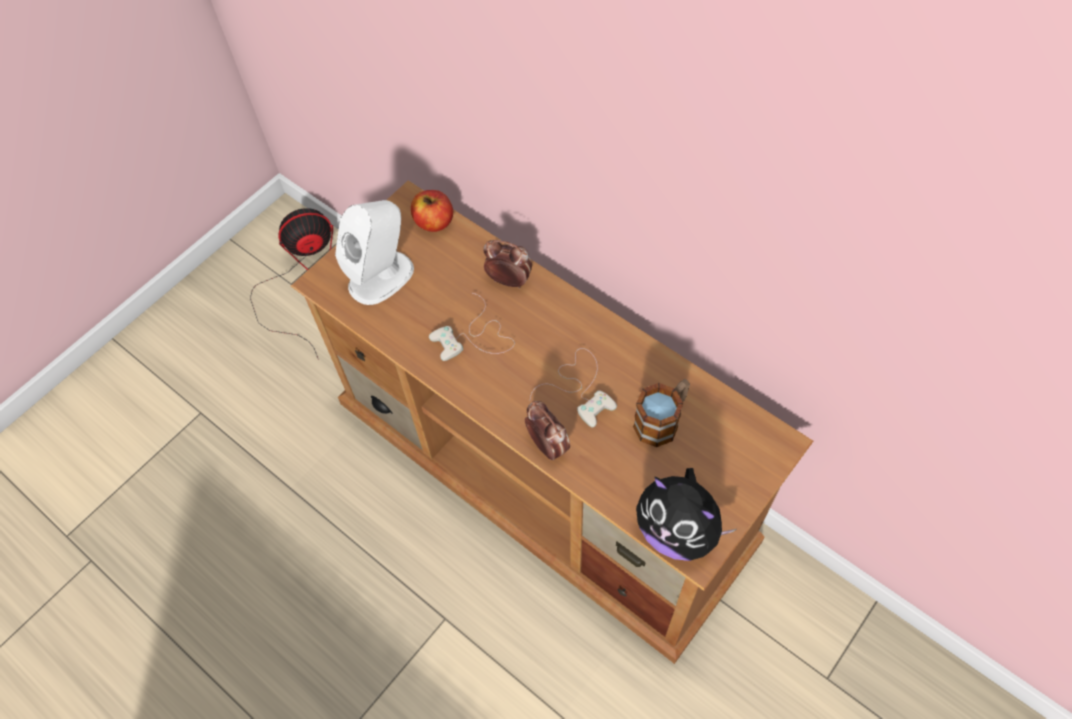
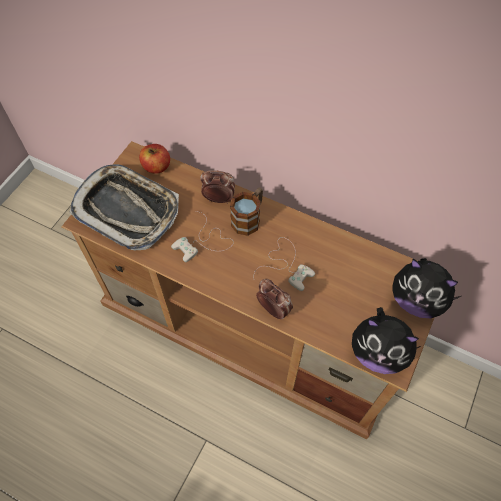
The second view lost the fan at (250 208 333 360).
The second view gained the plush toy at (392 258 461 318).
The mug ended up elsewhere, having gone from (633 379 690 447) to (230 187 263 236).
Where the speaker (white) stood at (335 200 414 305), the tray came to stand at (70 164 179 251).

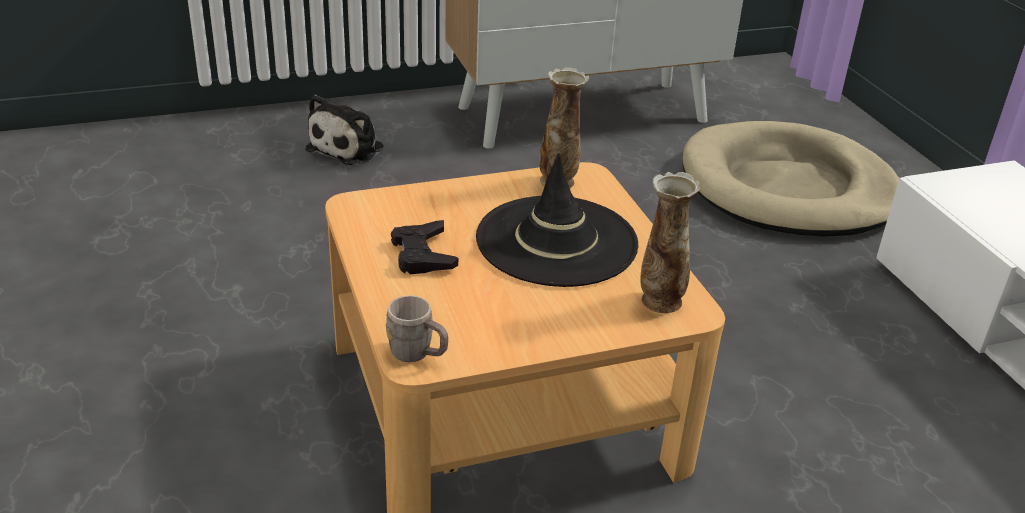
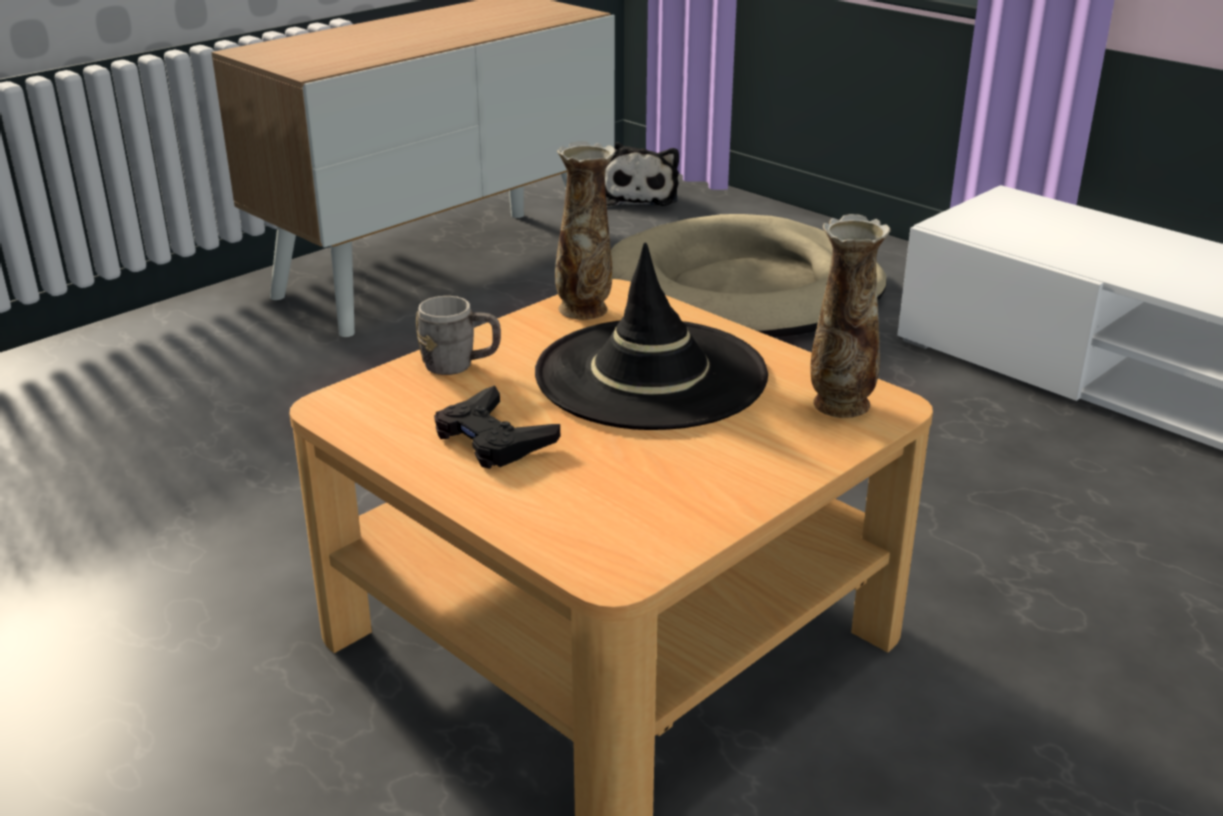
The plush toy ended up elsewhere, having gone from (306 95 384 165) to (605 142 679 206).
The mug (grey) ended up elsewhere, having gone from (386 295 448 362) to (416 296 501 375).

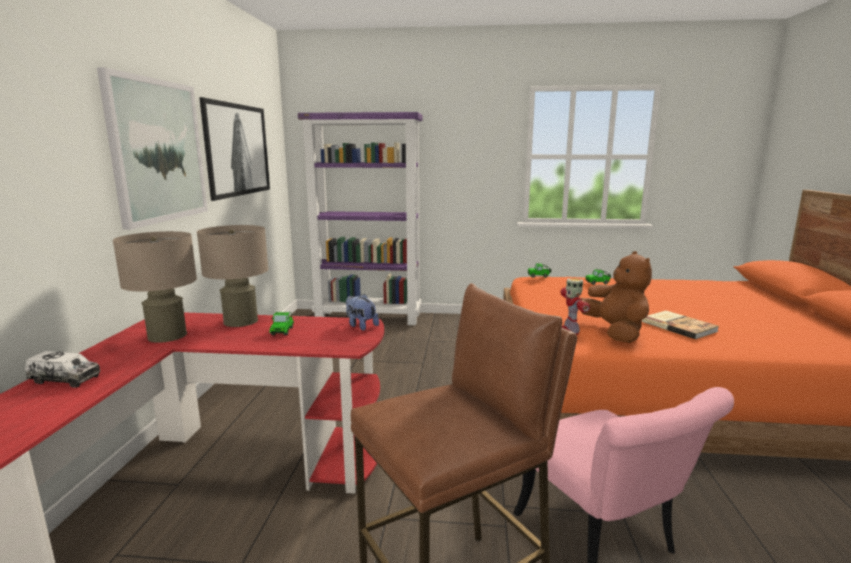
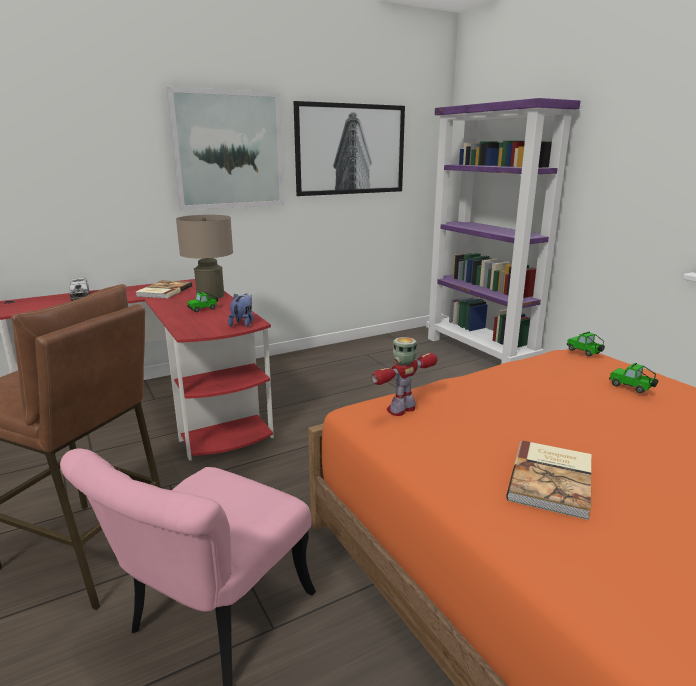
The second view lost the plush toy (brown) at (580 251 652 343).
Where the table lamp (beige) stood at (113 231 197 343), the book came to stand at (136 280 192 299).

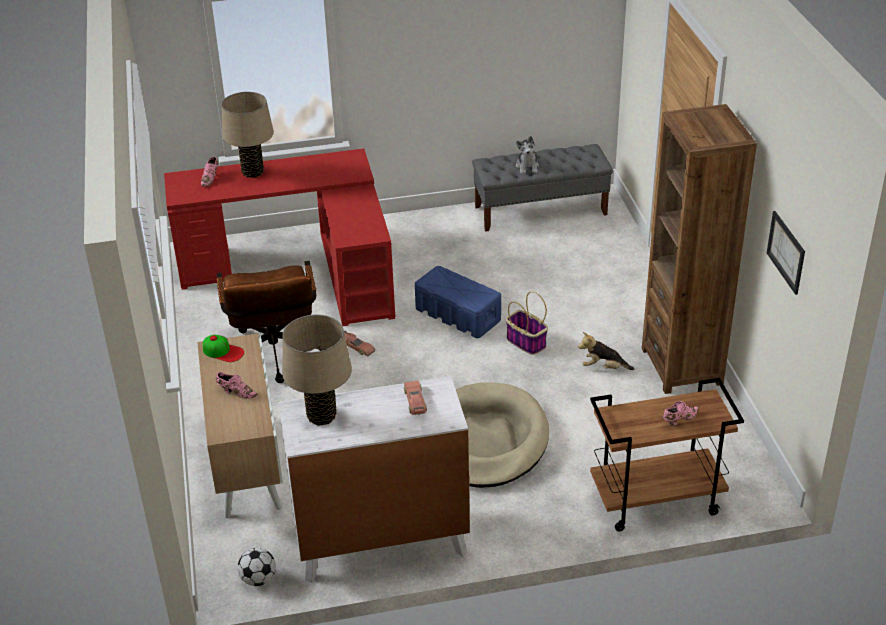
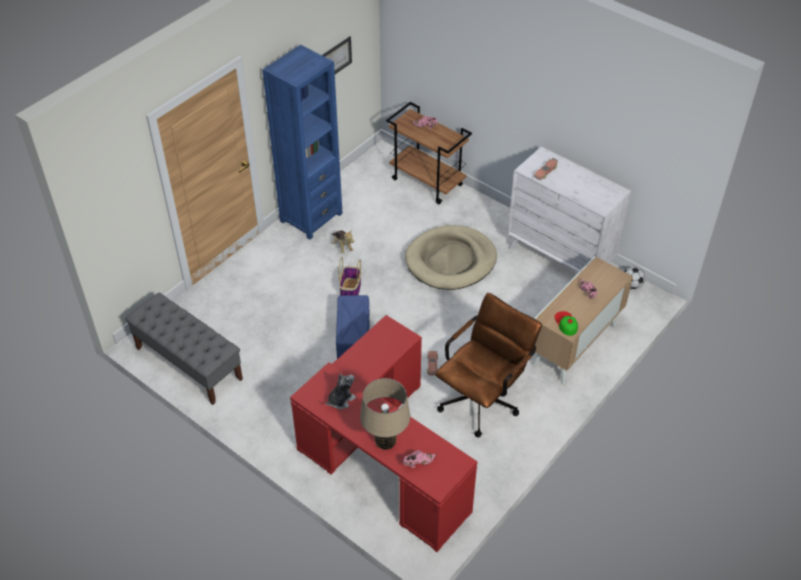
The second view lost the table lamp (beige) at (282 315 352 426).
The plush toy ended up elsewhere, having gone from (516 136 539 174) to (326 374 356 409).
What was the bookcase (brown) at (642 104 757 394) turned into the bookcase (blue) at (262 45 343 240).

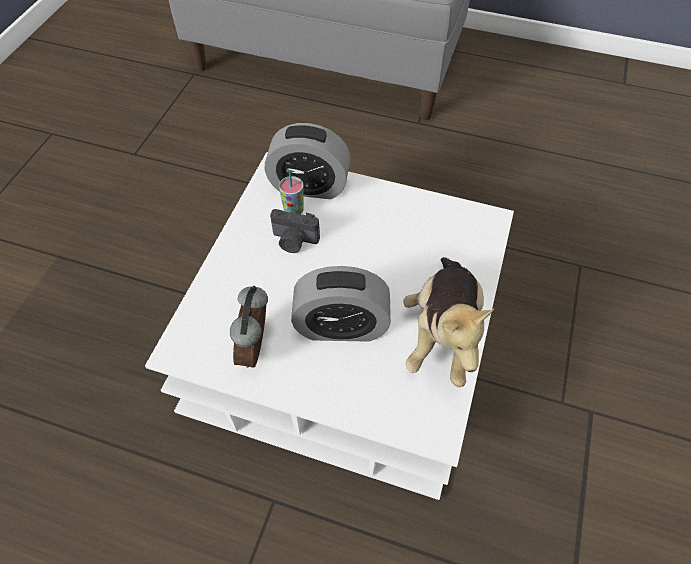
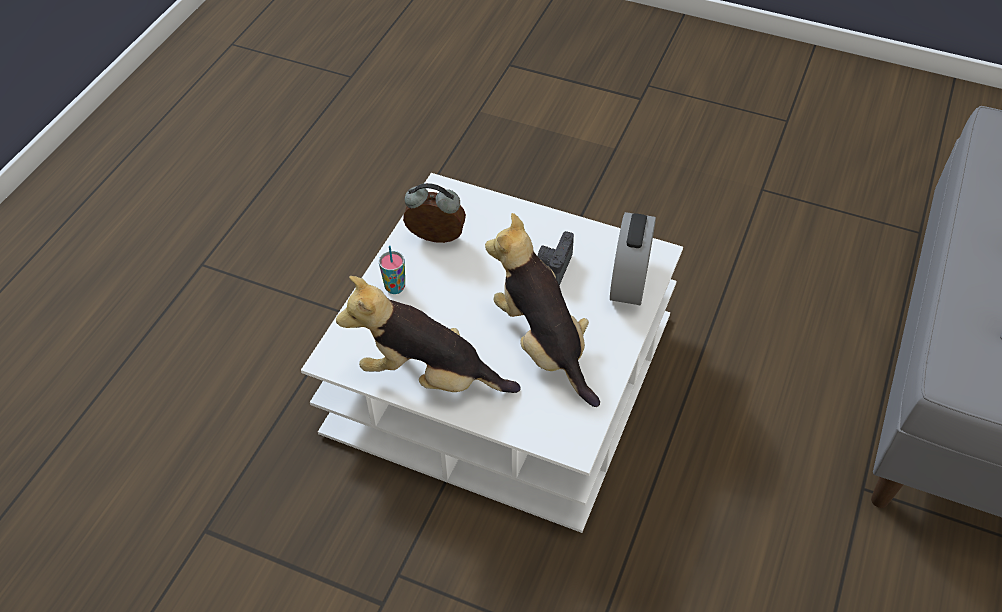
The second view lost the alarm clock at (291 266 391 342).
The second view gained the plush toy at (485 213 600 407).
The cup ended up elsewhere, having gone from (279 170 304 214) to (379 246 405 294).

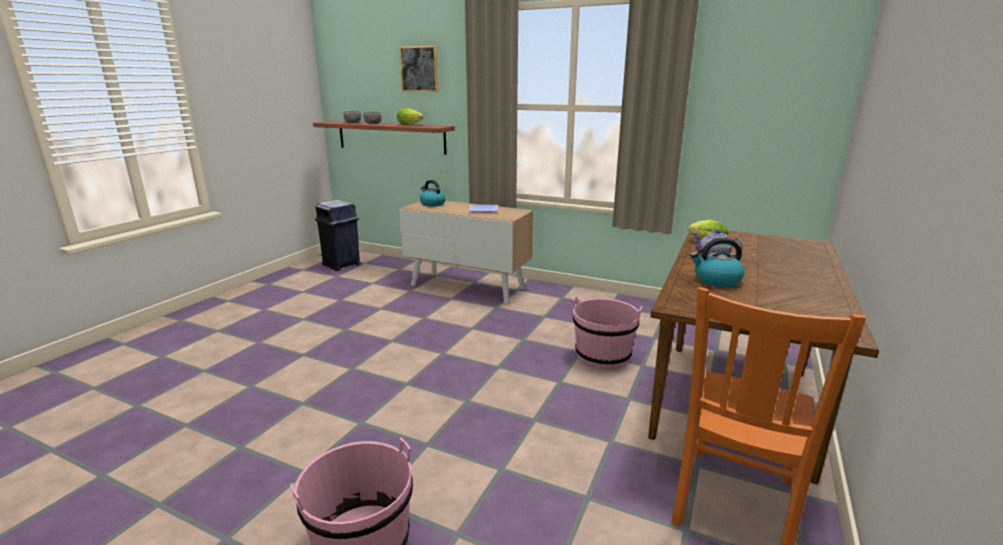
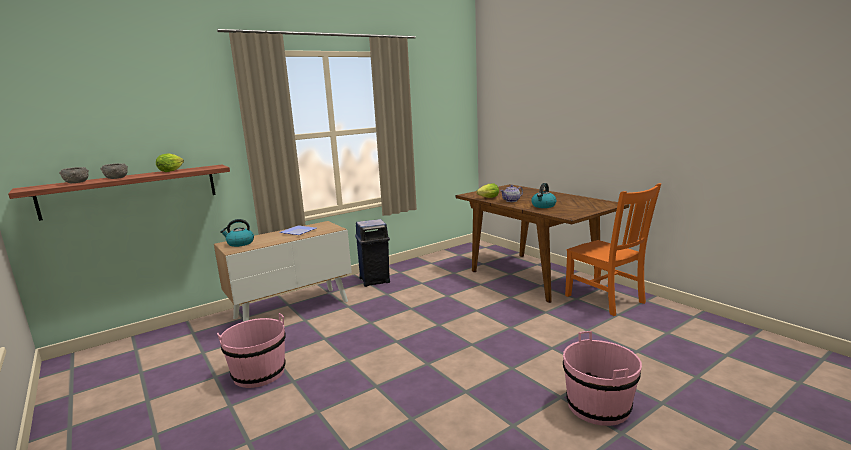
The second view lost the picture at (399 46 439 92).
The trash can (blue) ended up elsewhere, having gone from (315 200 361 271) to (355 219 390 287).
The bucket (pink) ended up elsewhere, having gone from (573 296 642 369) to (217 313 286 388).

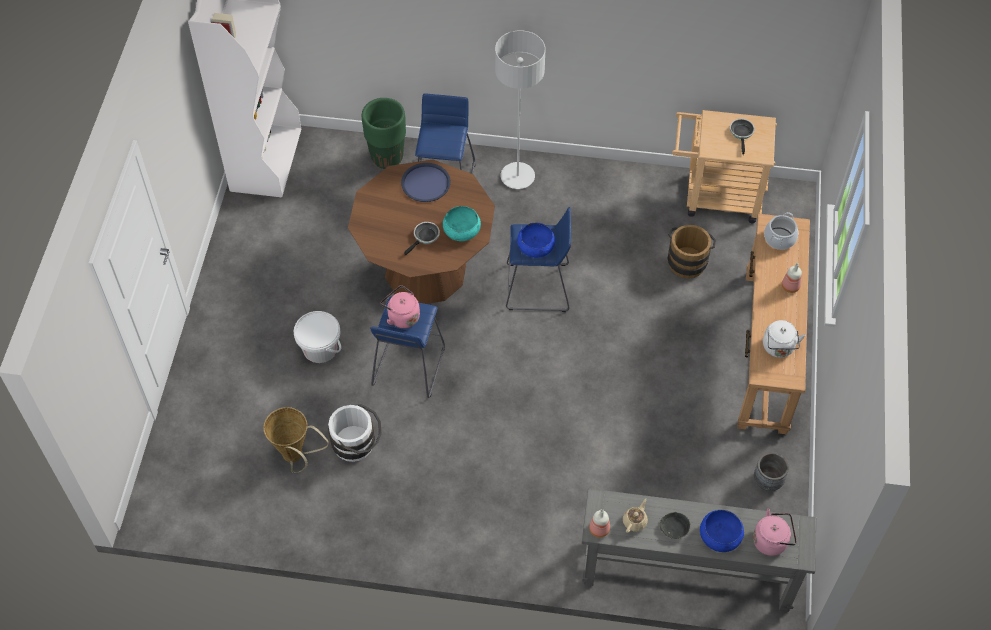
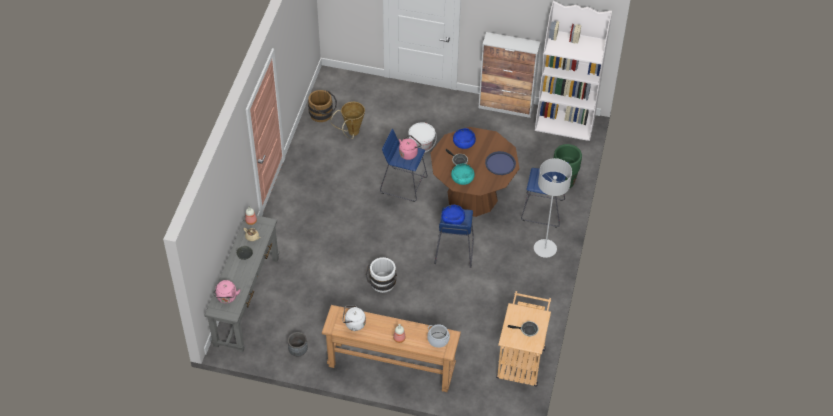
The second view gained the cabinet at (479 32 540 118).
The bucket (white) ended up elsewhere, having gone from (328 404 381 462) to (366 257 397 293).
The bucket (brown) ended up elsewhere, having gone from (667 225 716 279) to (308 90 337 122).
The bowl (blue) ended up elsewhere, having gone from (700 510 744 552) to (453 128 476 149).

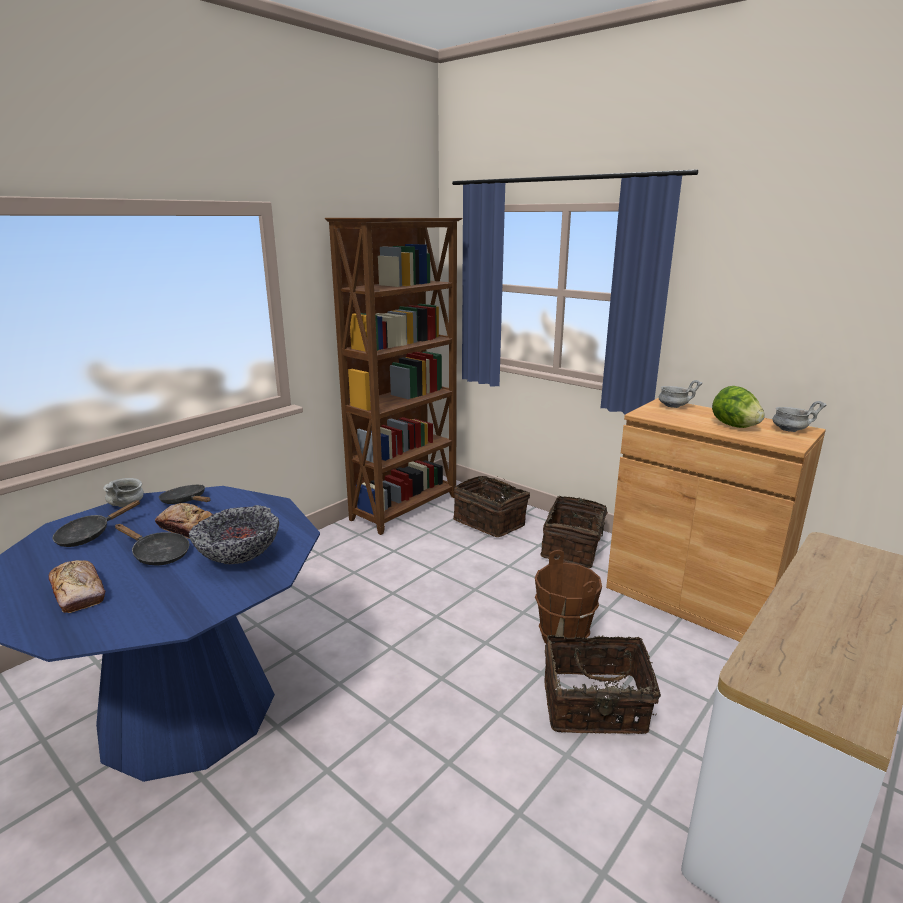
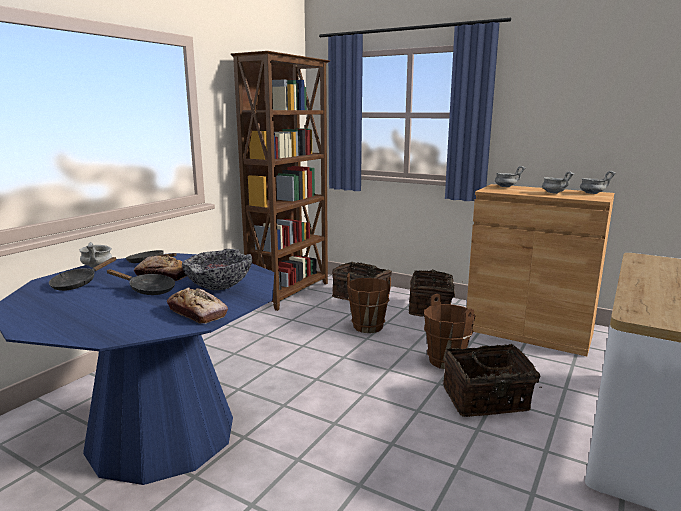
The second view gained the bucket (brown) at (347 273 391 333).
The bread ended up elsewhere, having gone from (49 560 105 613) to (167 287 228 323).
Where the lettuce stood at (712 386 765 428), the bowl (grey) came to stand at (542 171 575 194).

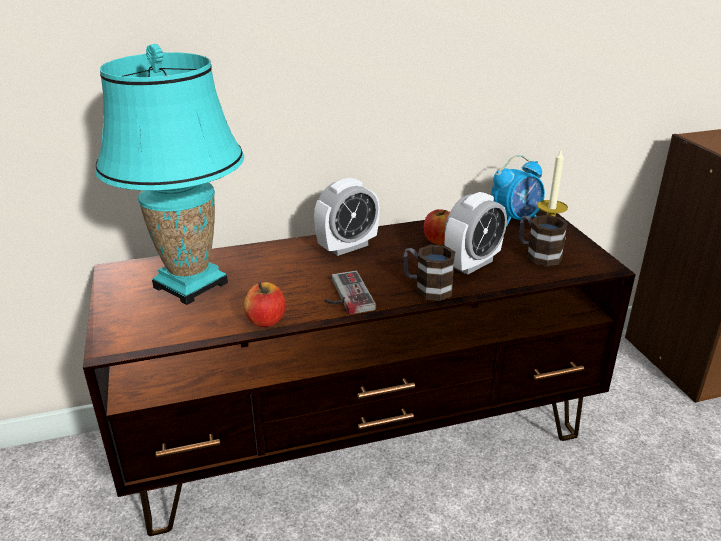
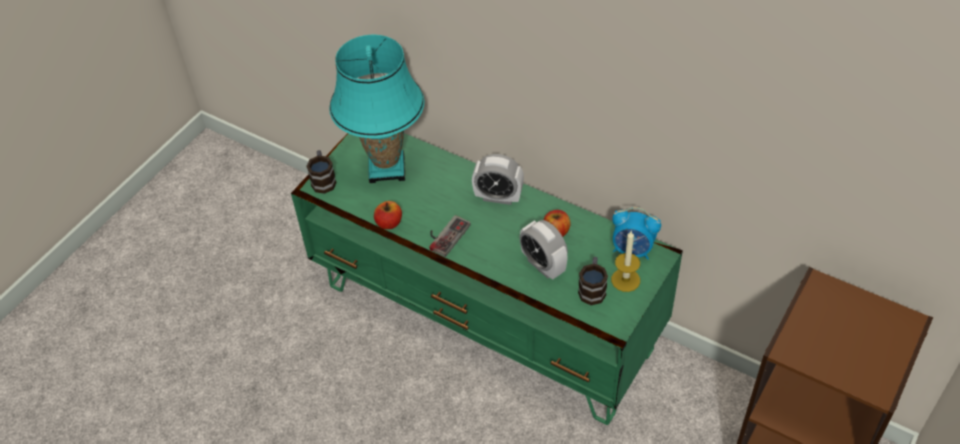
The mug ended up elsewhere, having gone from (403 245 455 301) to (306 150 337 194).
What was the tv stand (brown) at (83 210 636 536) turned into the tv stand (green) at (291 133 683 425).
The alarm clock at (445 192 507 275) ended up facing another way, 45 degrees clockwise from before.

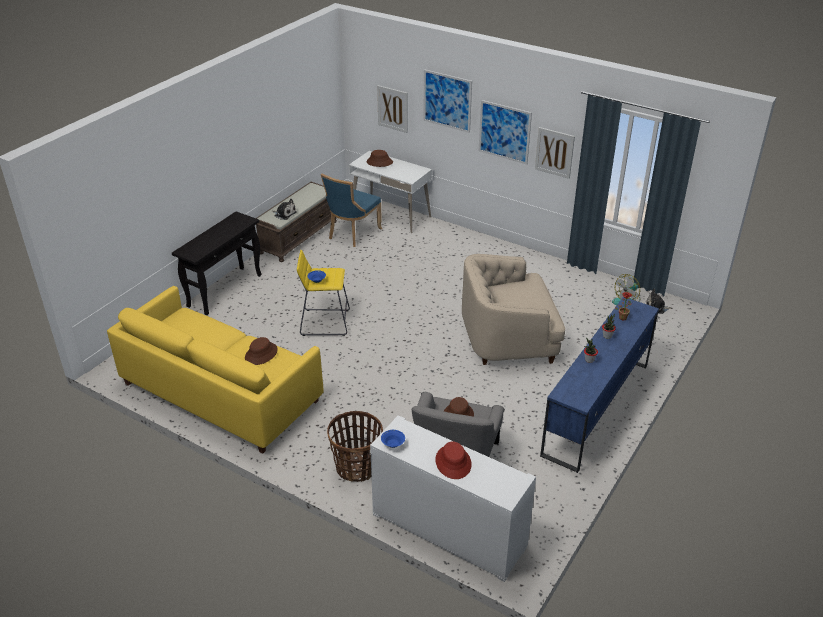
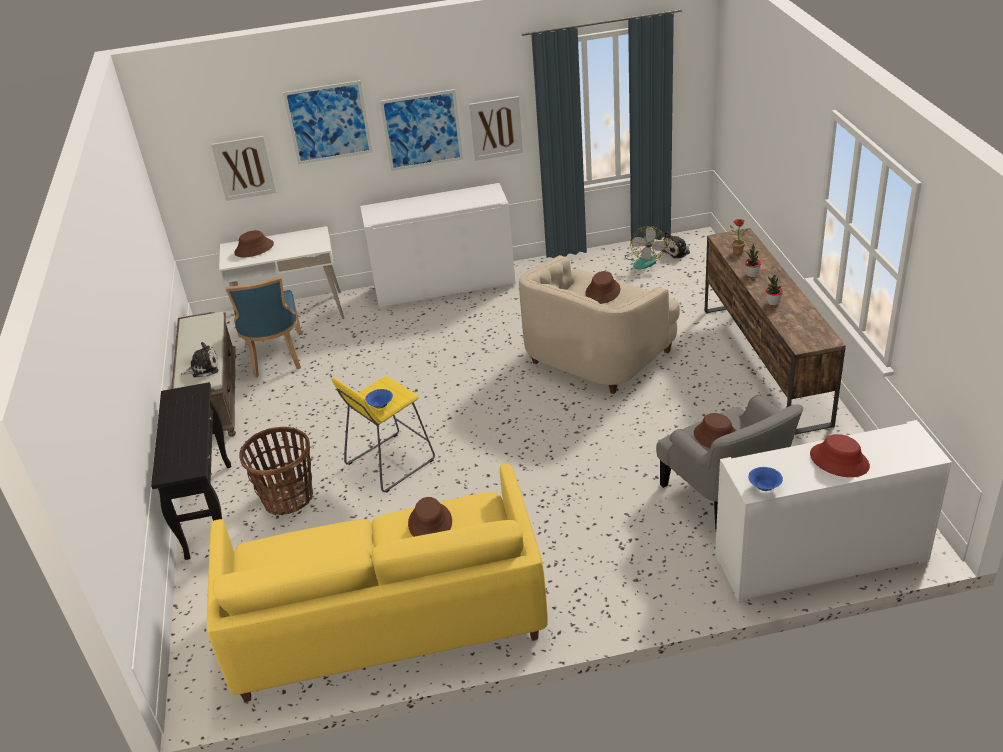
The second view gained the cabinet (white) at (360 183 516 308).
The second view gained the hat (brown) at (586 271 620 304).
The basket ended up elsewhere, having gone from (327 411 383 482) to (239 427 313 515).
What was the tv stand (blue) at (540 297 659 473) turned into the tv stand (brown) at (705 228 846 435).

